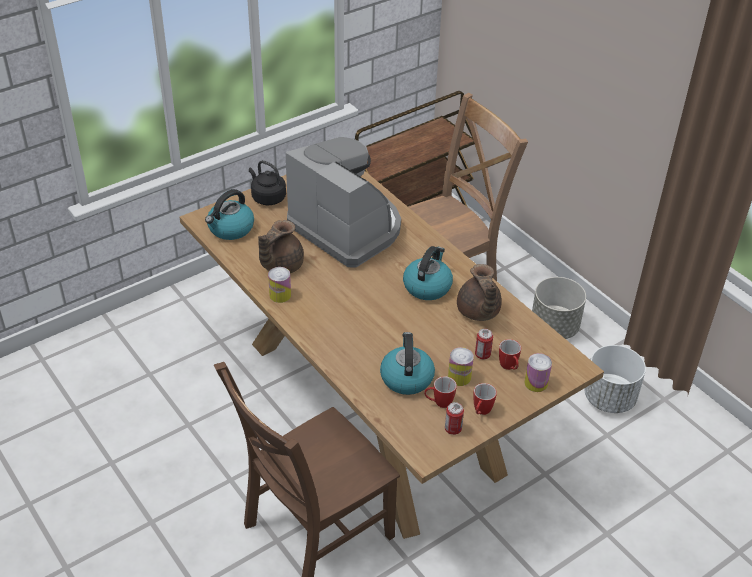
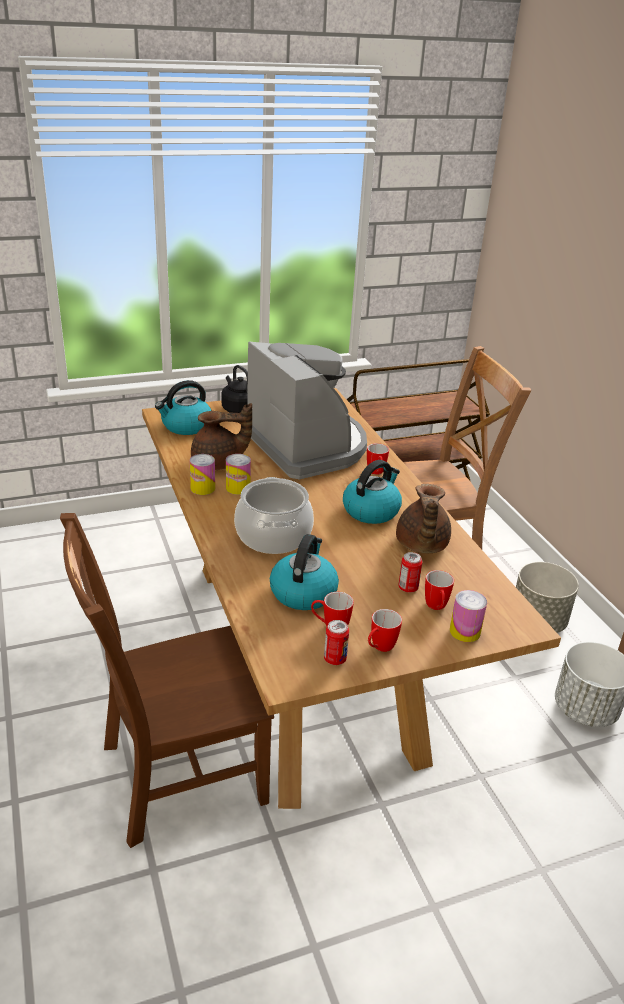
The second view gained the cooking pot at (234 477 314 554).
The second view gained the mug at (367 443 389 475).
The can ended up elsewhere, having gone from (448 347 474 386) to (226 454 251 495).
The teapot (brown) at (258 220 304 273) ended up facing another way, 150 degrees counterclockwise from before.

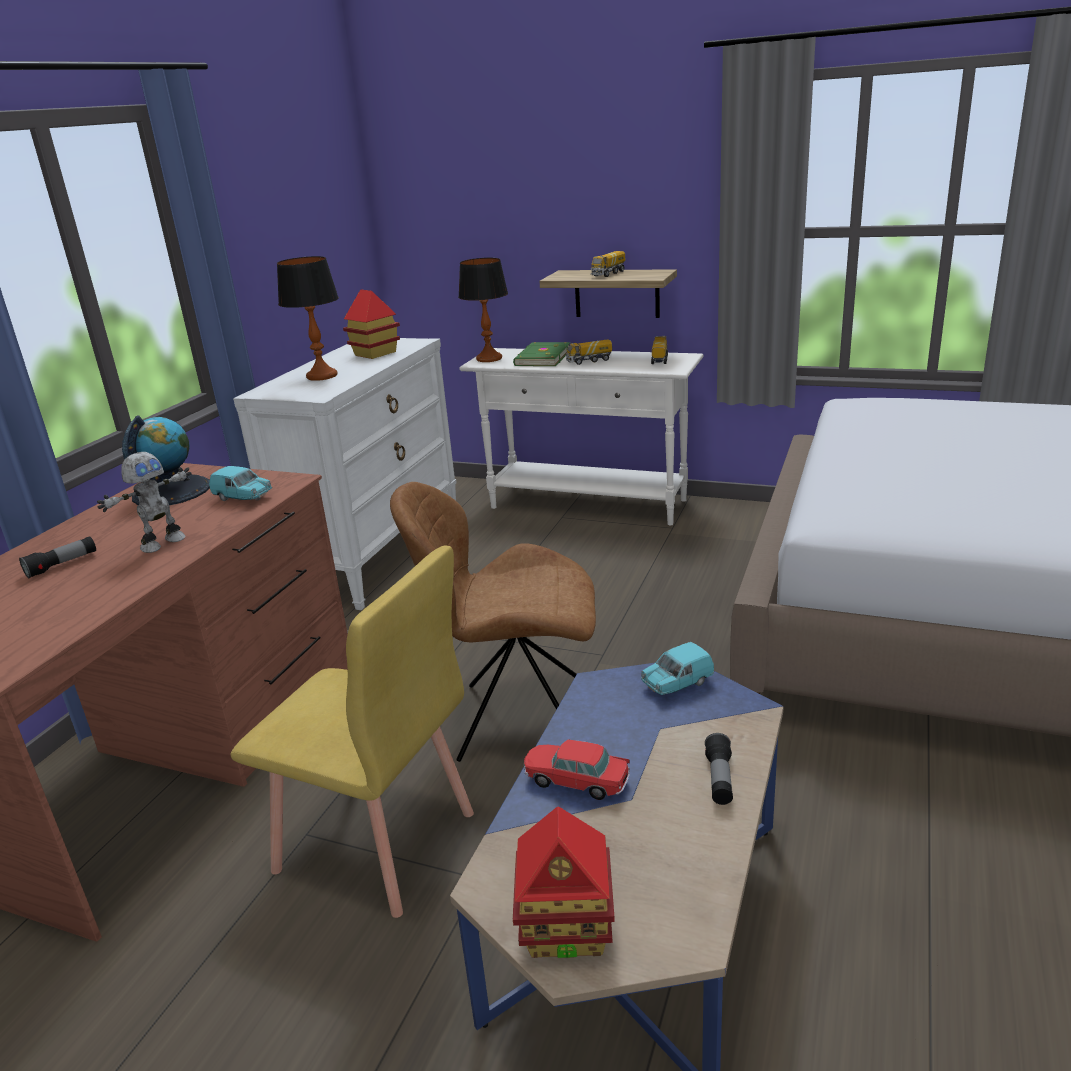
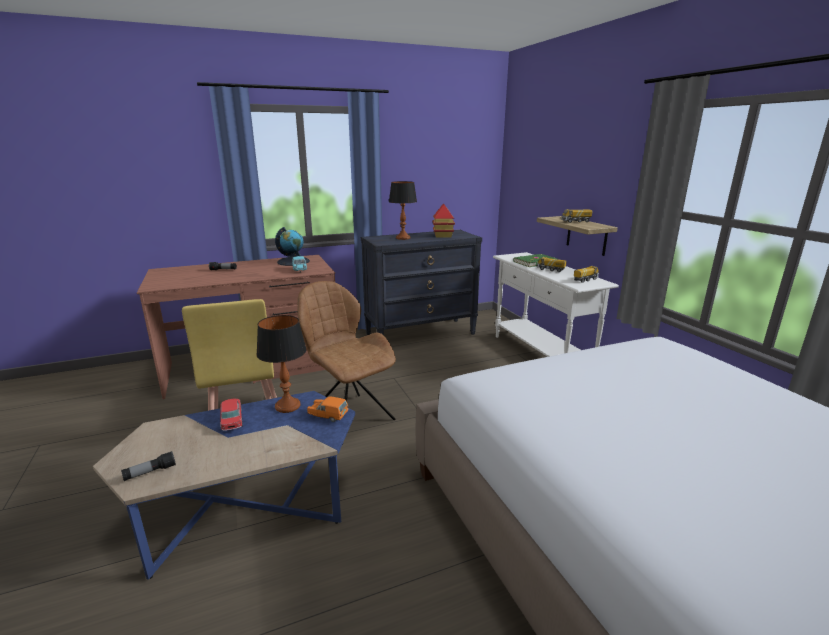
The second view lost the toy robot at (97 452 192 553).
The second view lost the toy house at (513 807 615 958).
The table lamp ended up elsewhere, having gone from (458 258 508 362) to (256 315 307 413).
The flashlight ended up elsewhere, having gone from (705 733 733 805) to (121 451 176 481).
What was the dresser (white) at (233 338 457 610) turned into the dresser (black) at (361 230 482 335).
What was the toy car (turquoise) at (641 642 714 695) turned into the toy car (orange) at (307 396 349 422).

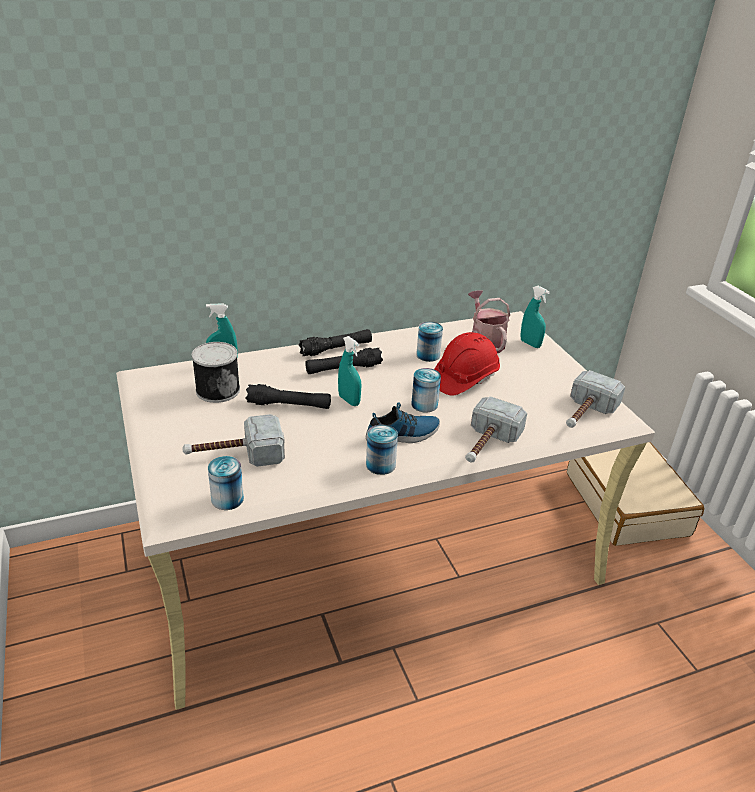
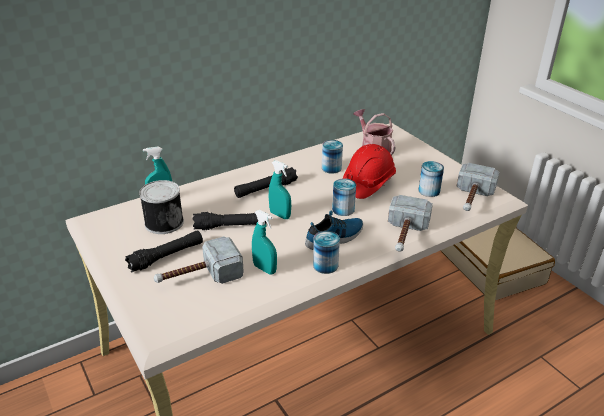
The can ended up elsewhere, having gone from (208 456 244 510) to (419 161 444 197).
The flashlight (black) ended up elsewhere, having gone from (298 329 372 356) to (125 230 203 273).
The spray bottle (turquoise) ended up elsewhere, having gone from (520 286 550 348) to (252 210 277 274).

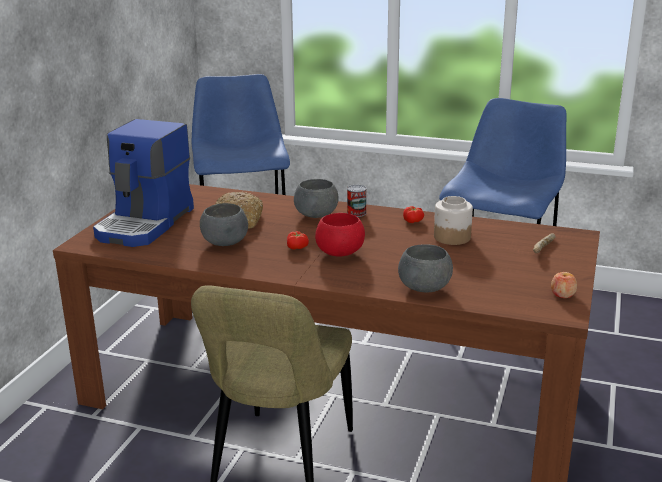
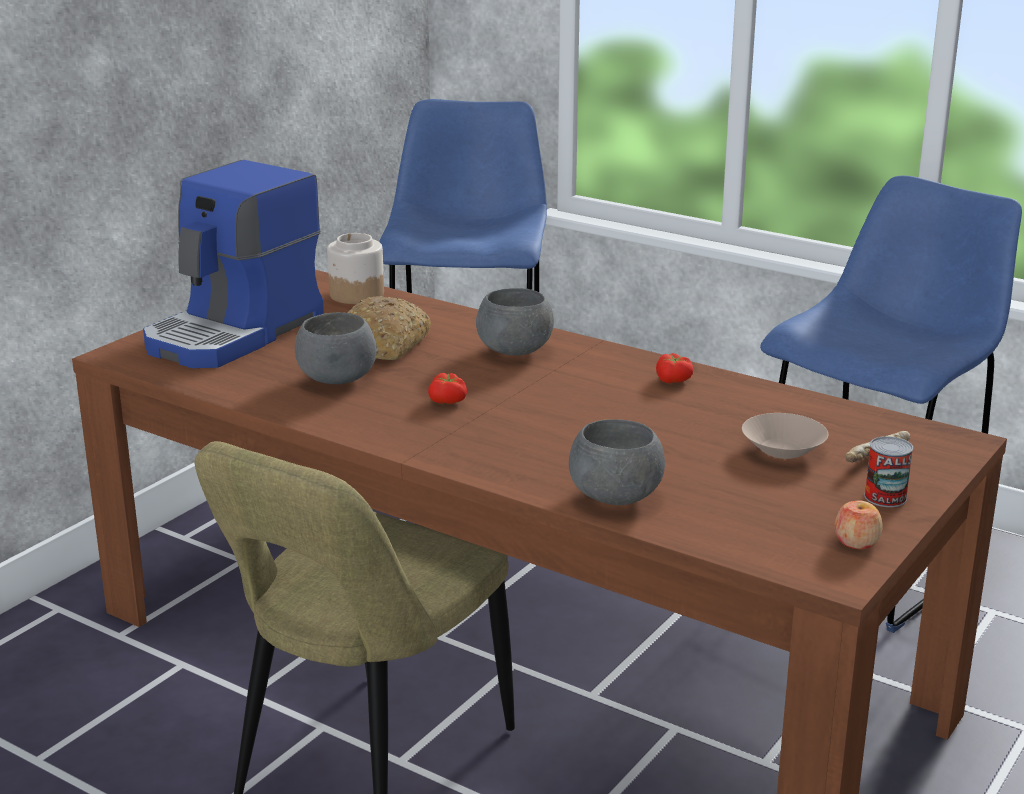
The second view lost the bowl (red) at (315 213 365 257).
The second view gained the bowl (beige) at (742 413 828 459).
The can ended up elsewhere, having gone from (347 185 367 217) to (864 436 913 507).
The jar ended up elsewhere, having gone from (434 196 473 245) to (327 233 384 304).

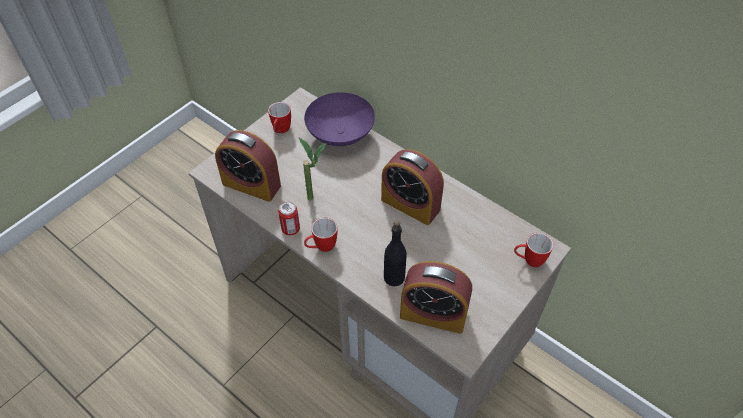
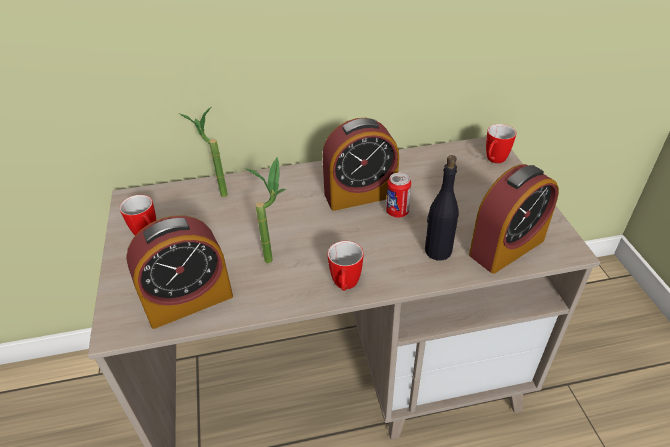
The can ended up elsewhere, having gone from (278 202 300 235) to (386 173 411 218).
Where the bowl (purple) stood at (304 92 375 146), the potted plant came to stand at (178 107 228 197).

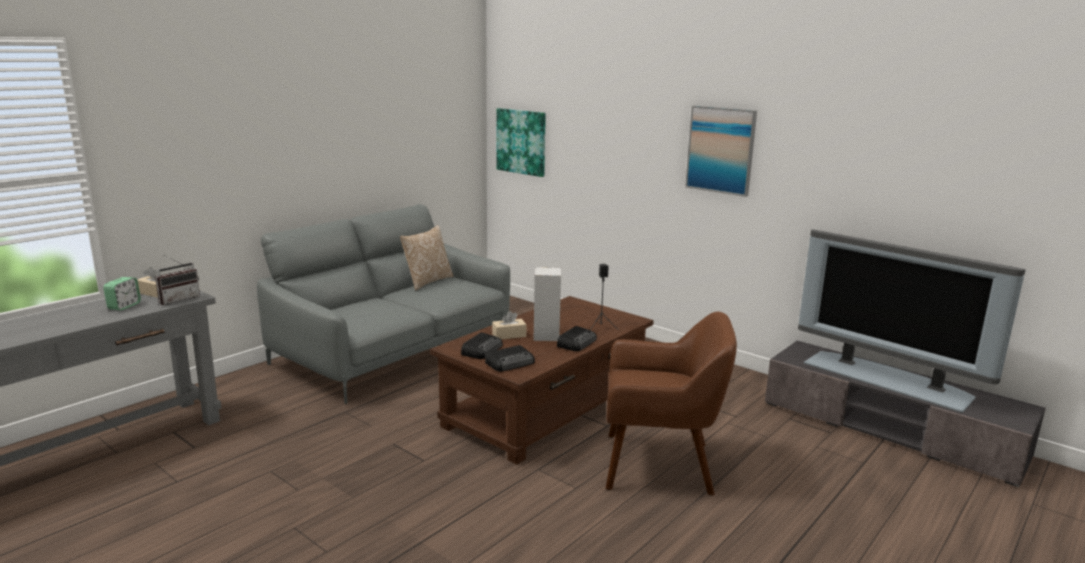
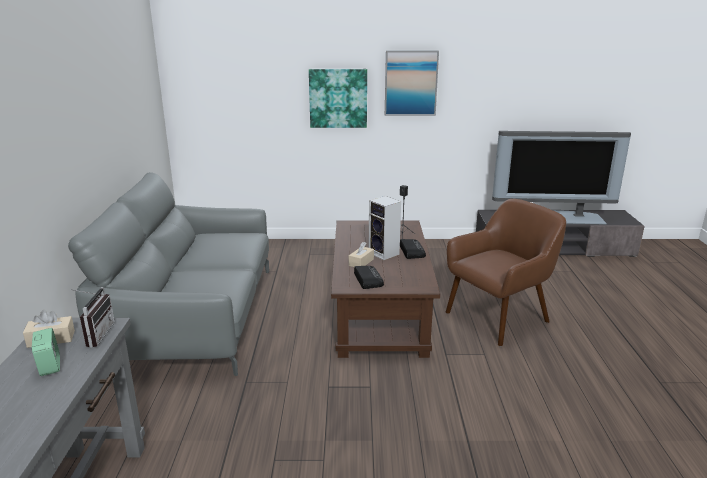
The second view lost the pillow at (400 225 454 290).
The second view lost the radio at (485 345 535 372).
The picture ended up elsewhere, having gone from (496 108 546 177) to (309 69 367 128).

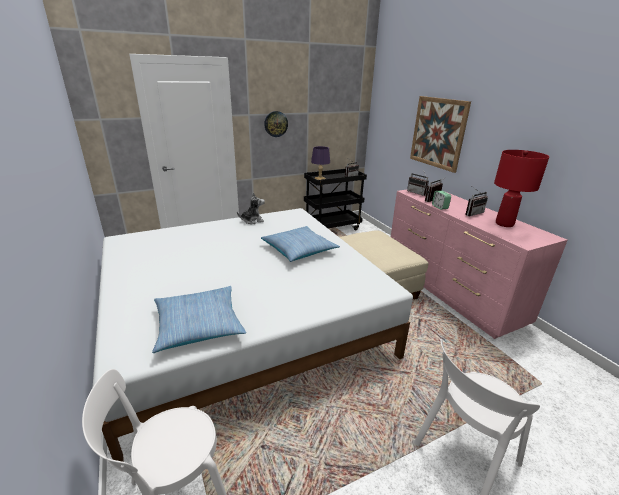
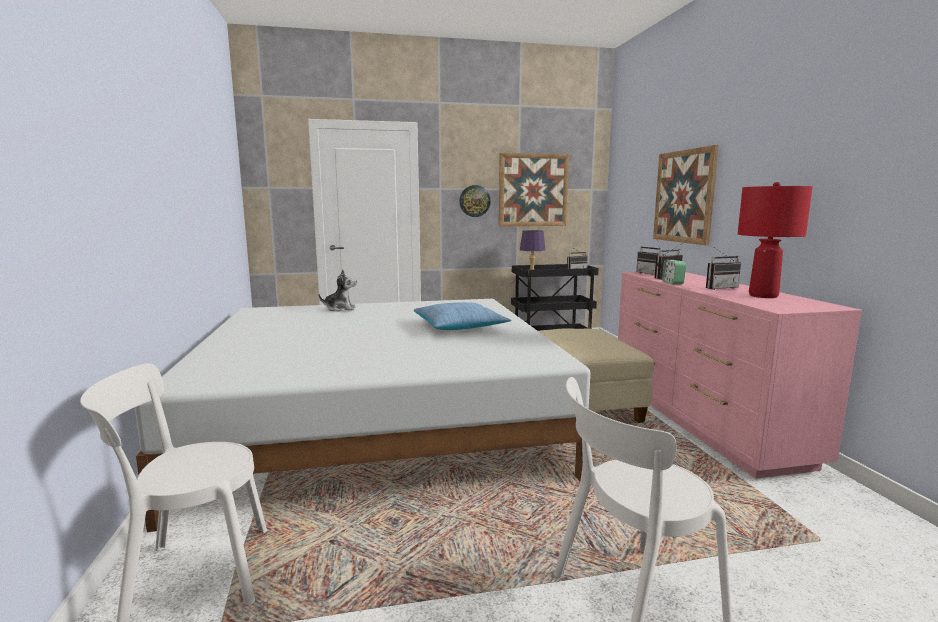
The second view lost the pillow at (152 286 246 353).
The second view gained the picture at (499 153 569 226).
The plush toy ended up elsewhere, having gone from (237 193 265 224) to (319 270 357 311).

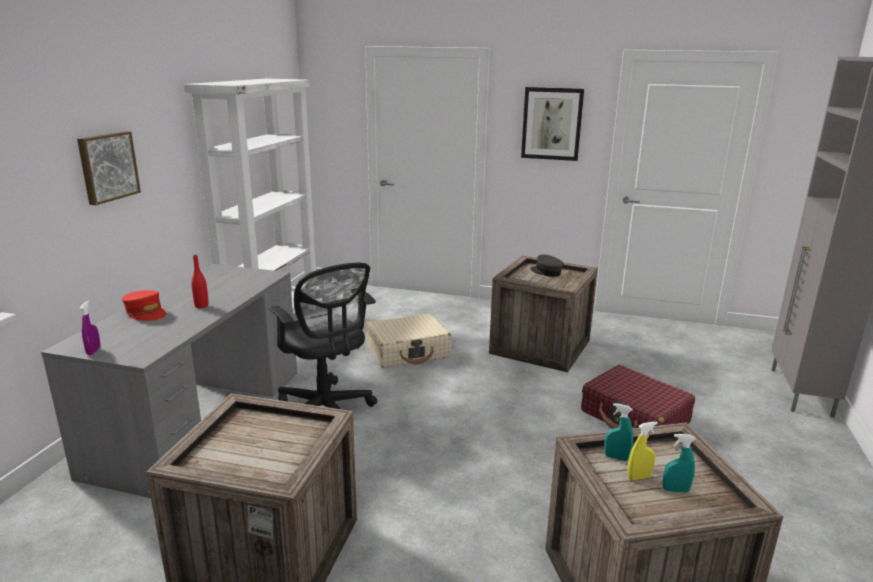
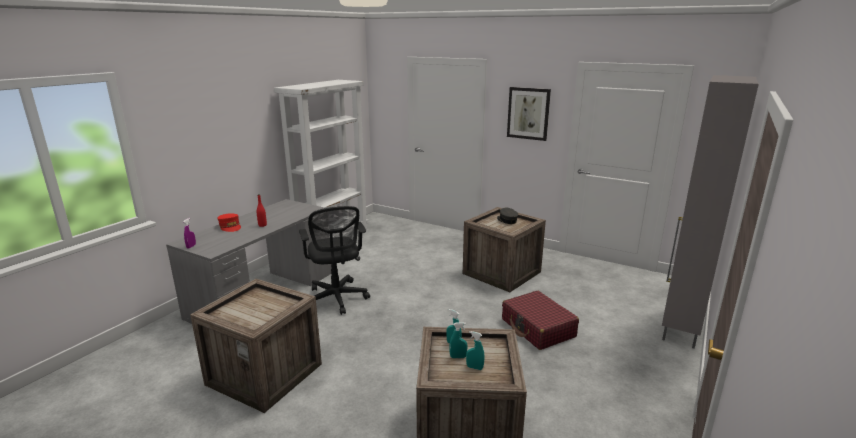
The second view lost the picture at (77 131 141 205).
The second view lost the suitcase (beige) at (365 314 451 368).
What was the spray bottle (yellow) at (627 421 658 480) turned into the spray bottle (turquoise) at (449 322 468 358).

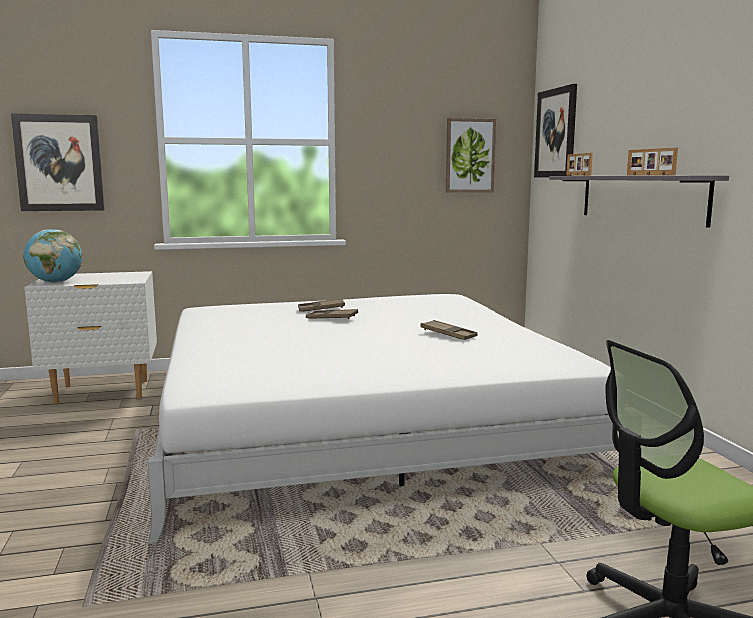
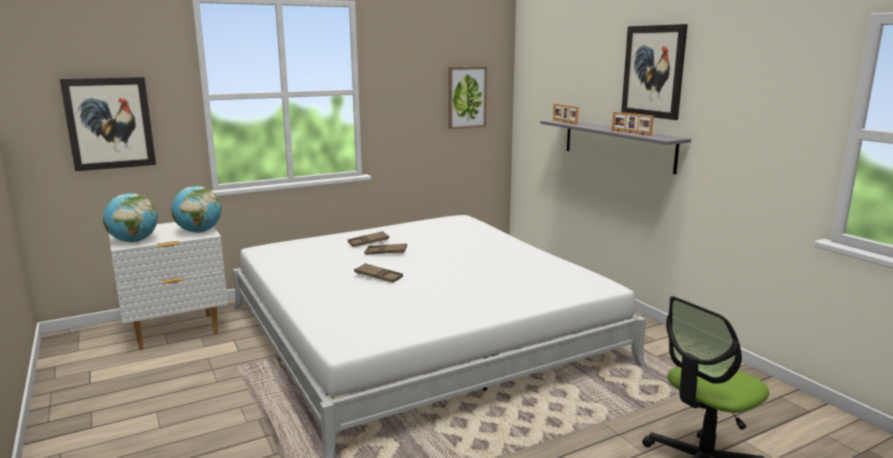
The second view gained the globe at (171 186 221 233).
The tray (brown) ended up elsewhere, having gone from (420 320 478 340) to (354 263 403 283).
The picture ended up elsewhere, having gone from (534 84 577 178) to (621 24 688 120).

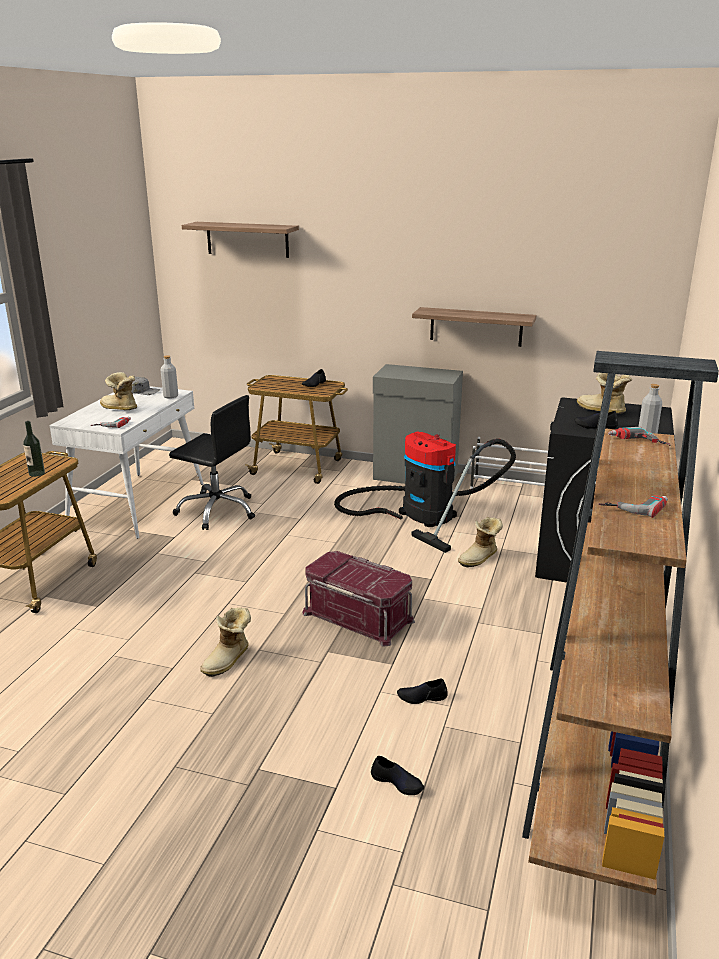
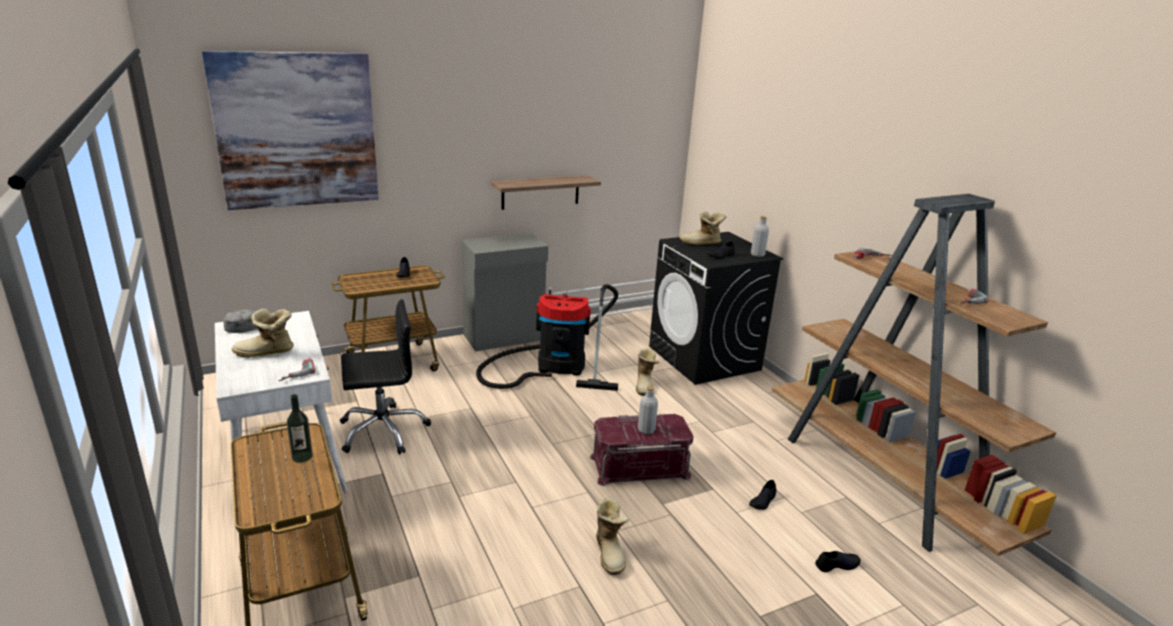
The bottle (grey) ended up elsewhere, having gone from (161 355 178 399) to (638 386 658 434).
Where the shelf hung at (182 222 299 258), the picture came to hang at (202 51 379 210).

